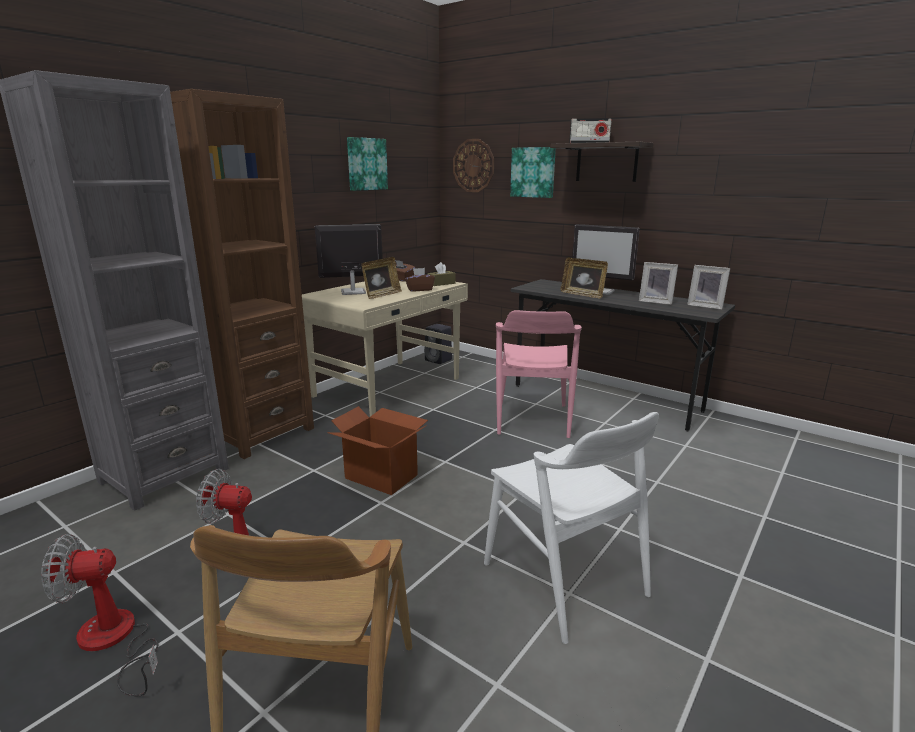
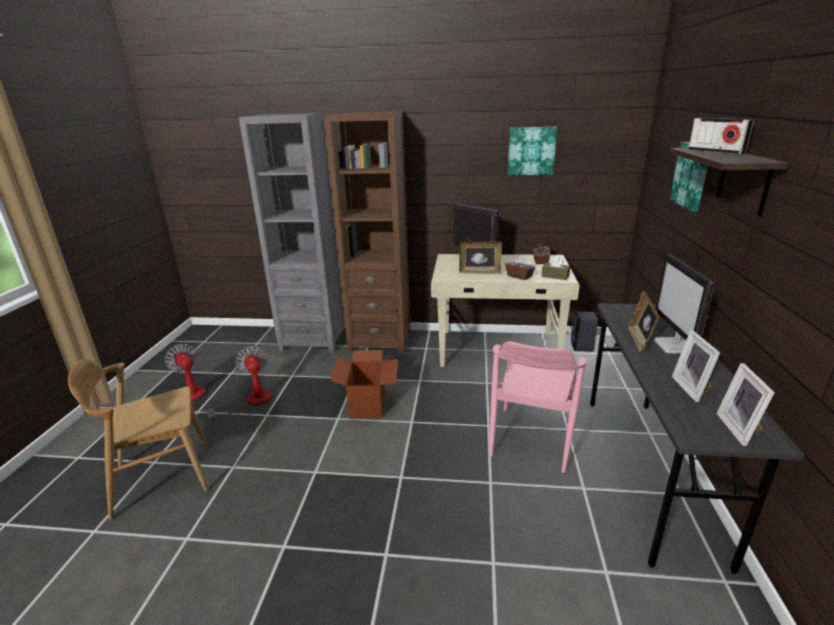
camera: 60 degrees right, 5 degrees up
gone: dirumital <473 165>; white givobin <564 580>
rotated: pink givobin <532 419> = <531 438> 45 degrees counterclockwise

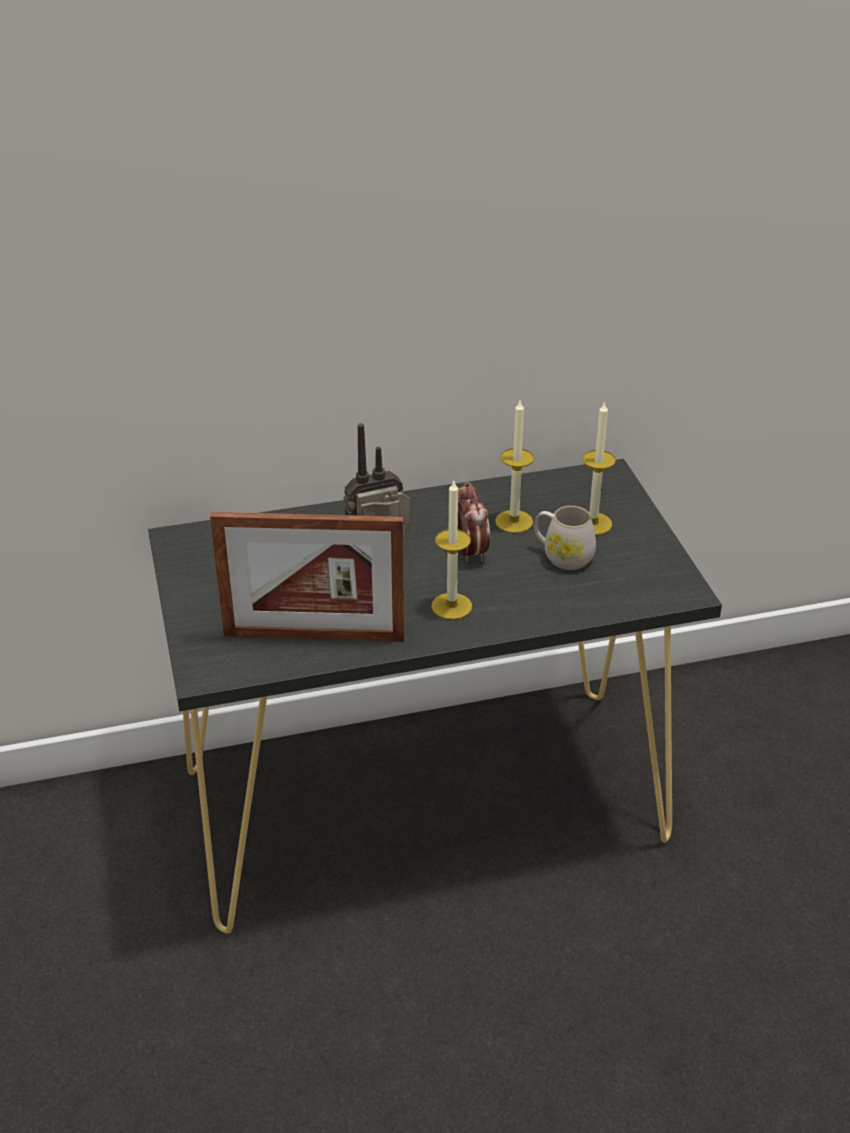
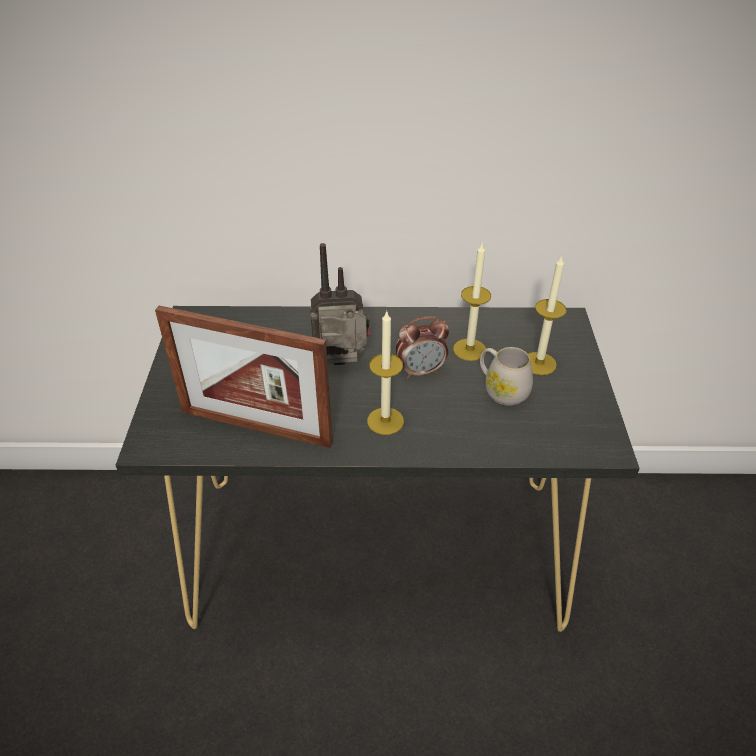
camera: 15 degrees right, 5 degrees up
rotated: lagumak <470 552> = <421 371> 75 degrees clockwise

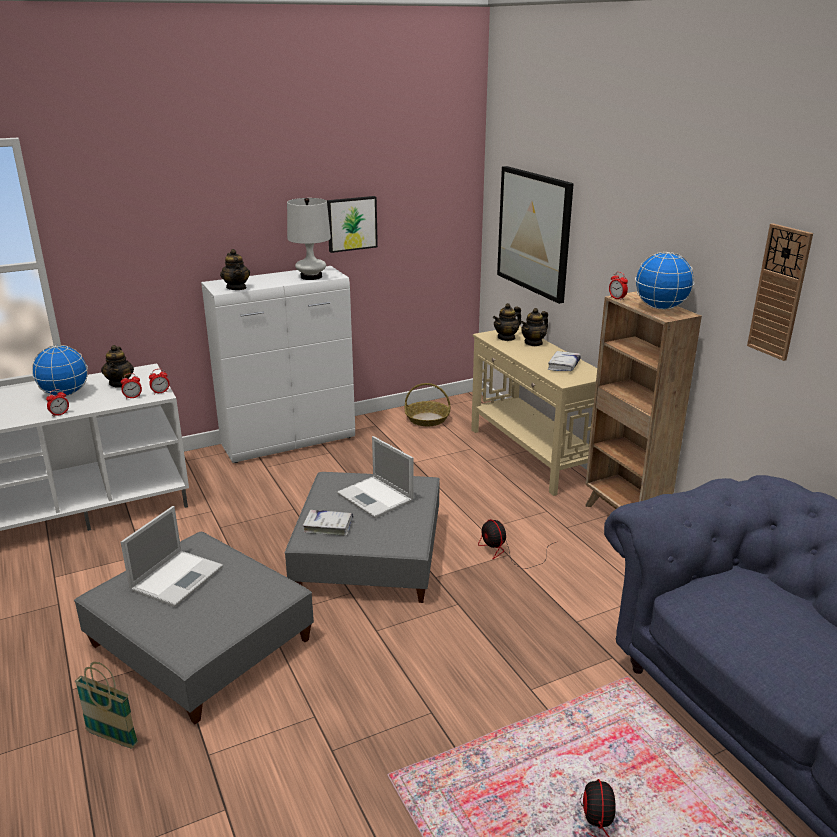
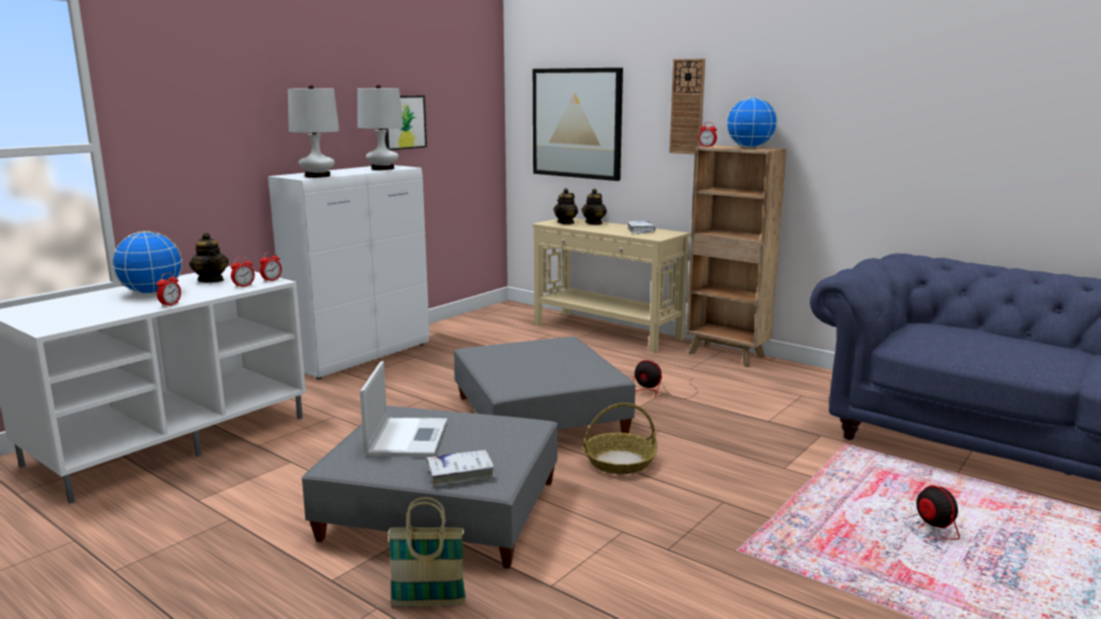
camera: 25 degrees left, 10 degrees down
gone: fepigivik <376 497>
shifted: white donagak <328 526> to <461 473>; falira <427 419> to <620 461>; dirumital <779 292> to <687 107>
swapped: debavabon <236 288> to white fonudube <317 176>

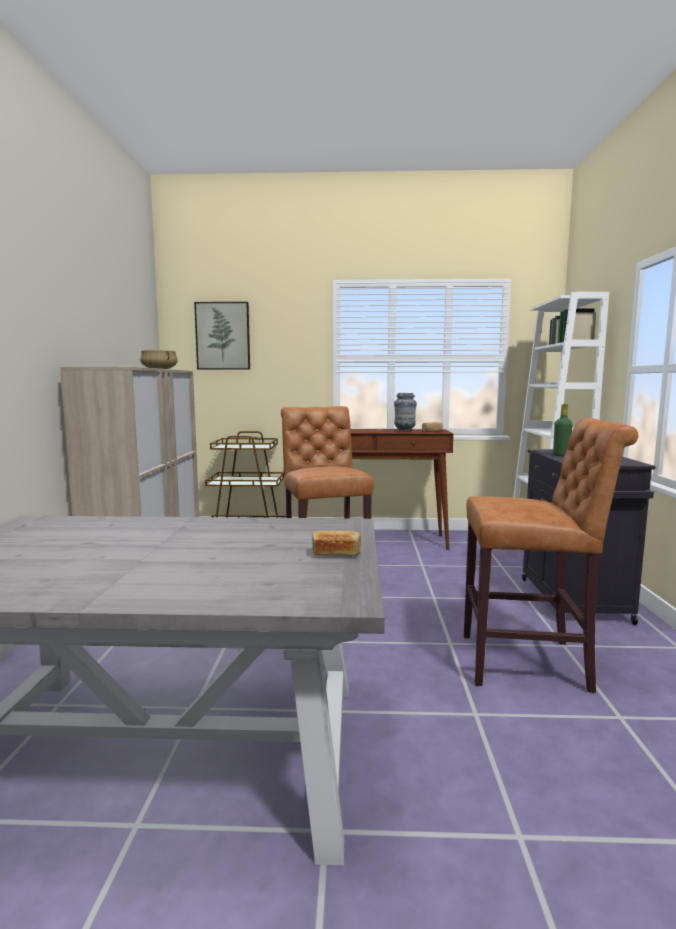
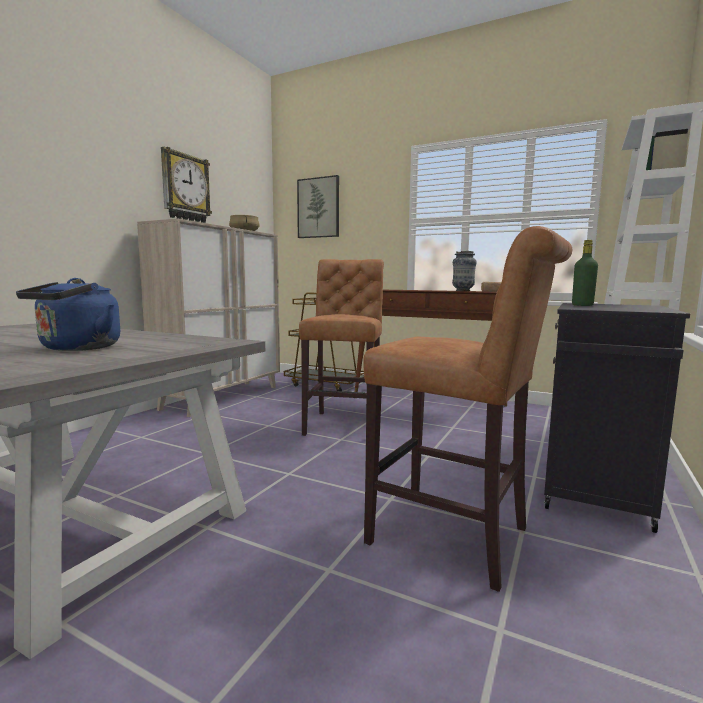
camera: 25 degrees right, 0 degrees up
gone: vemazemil <336 553>
new: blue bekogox <77 348>; dirumital <185 187>

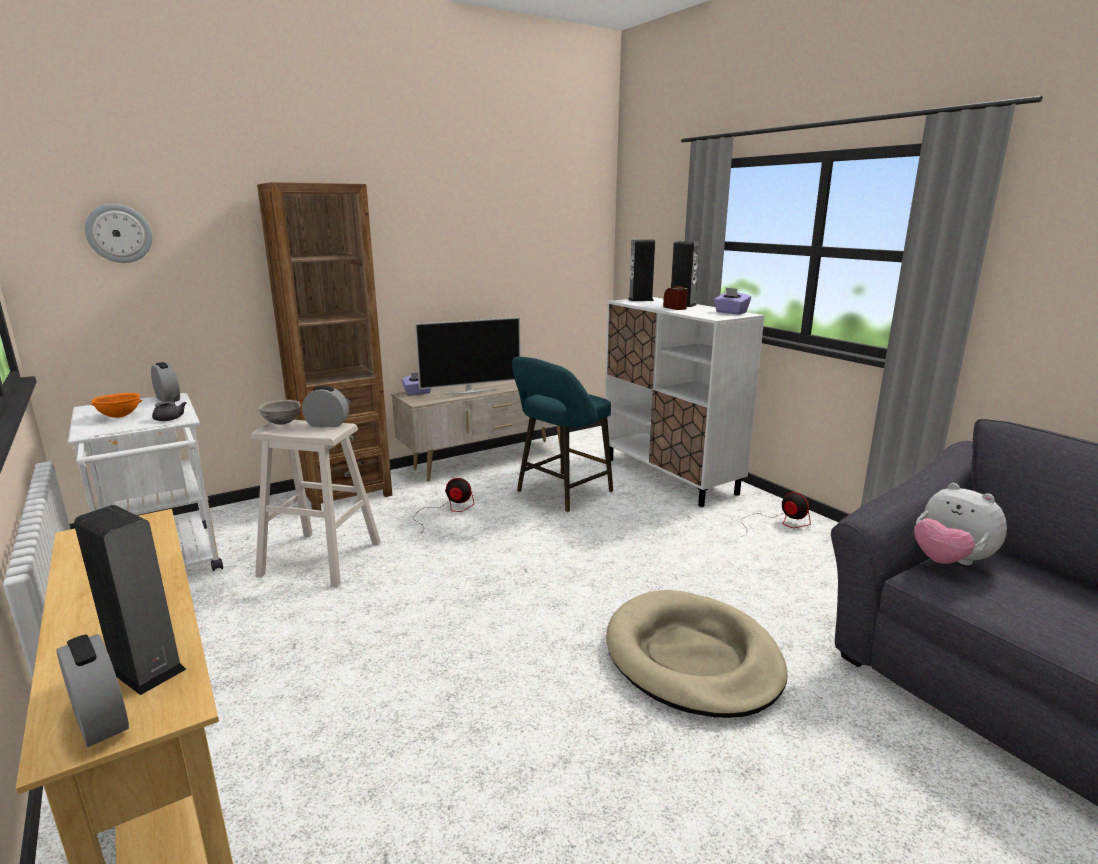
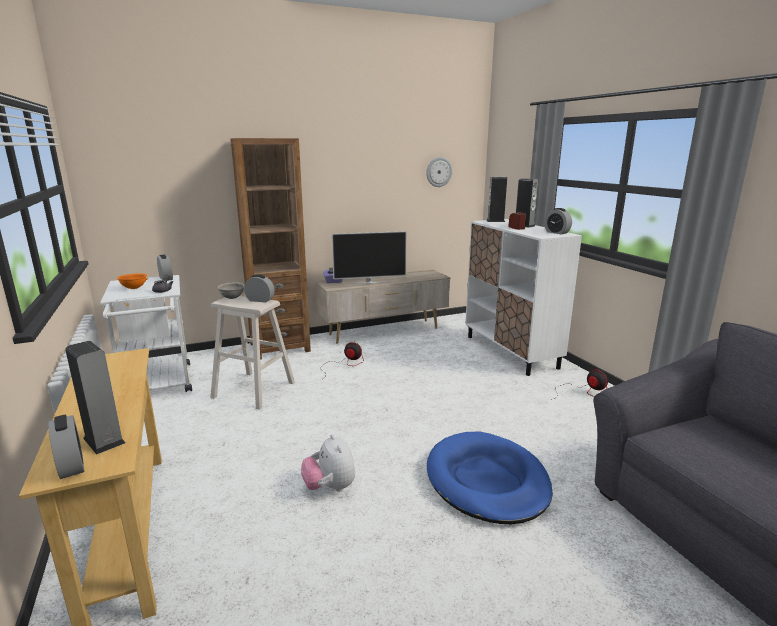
camera: 10 degrees right, 0 degrees up
gone: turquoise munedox <561 493>
shifted: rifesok <949 562> to <330 487>; dirumital <119 233> to <438 172>
swapped: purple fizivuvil <730 312> to lagumak <556 232>
repainted: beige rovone <692 658> to blue rovone <487 481>

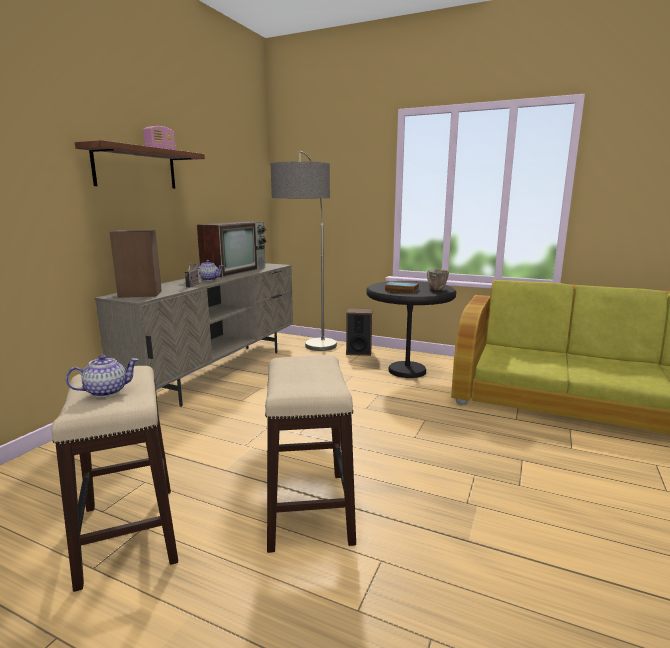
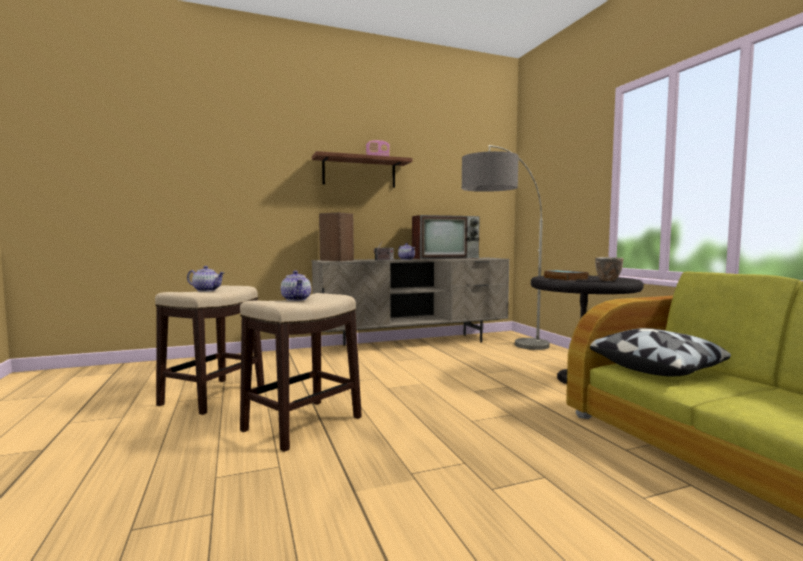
camera: 45 degrees right, 10 degrees down
gone: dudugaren <358 352>
new: debavabon <296 299>; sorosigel <657 369>

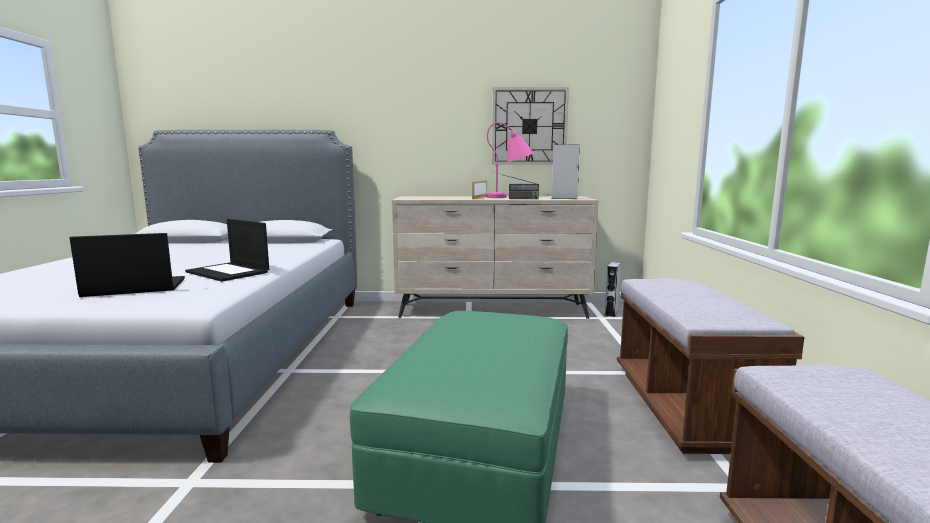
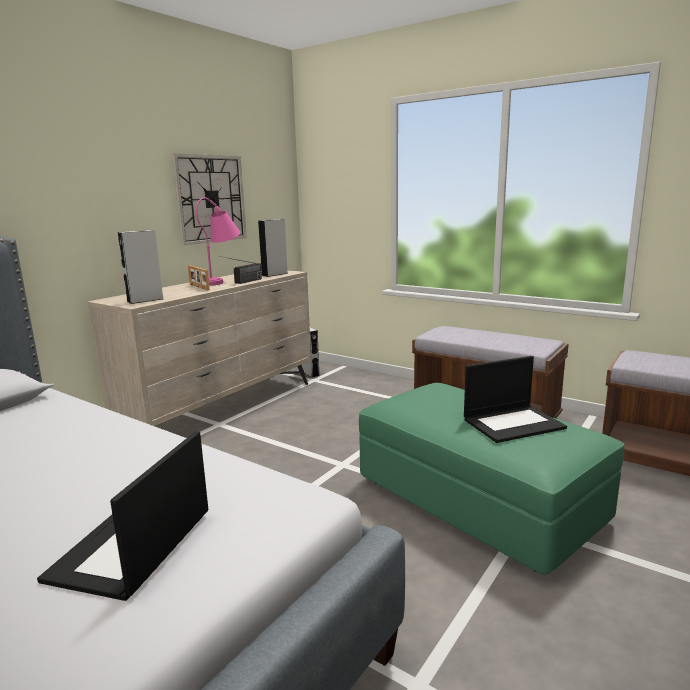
camera: 55 degrees left, 5 degrees up
new: grey dudugaren <145 300>
shifted: fepigivik <229 272> to <513 423>

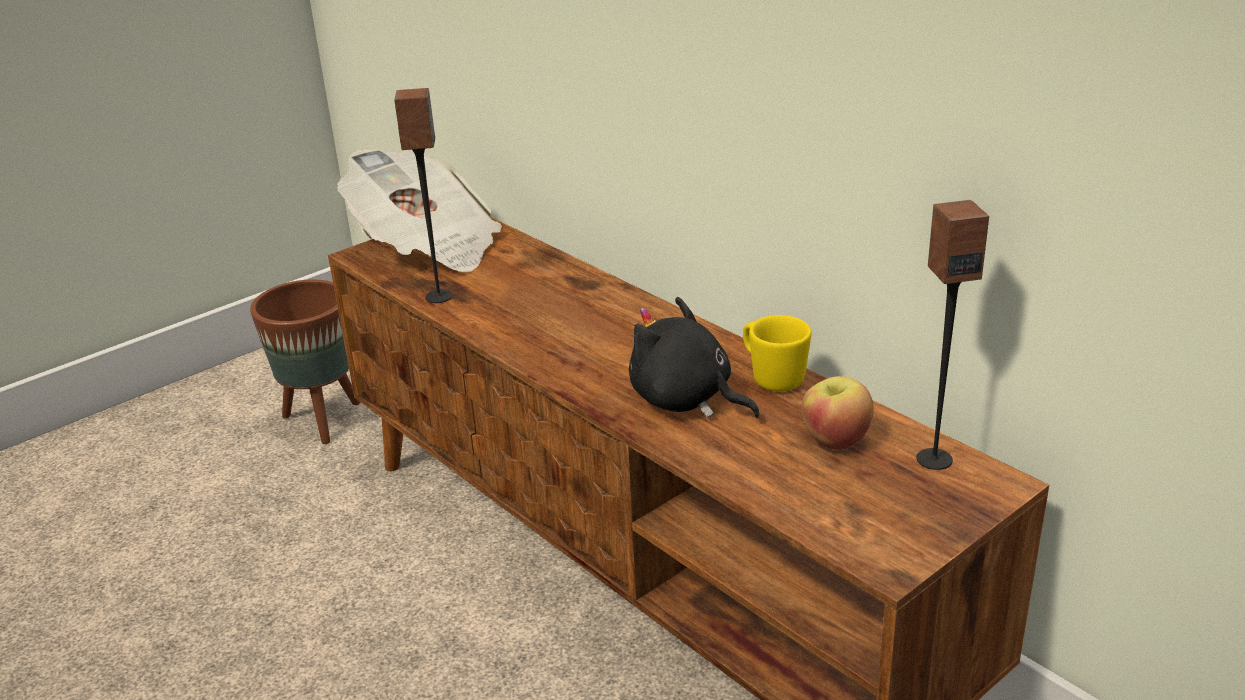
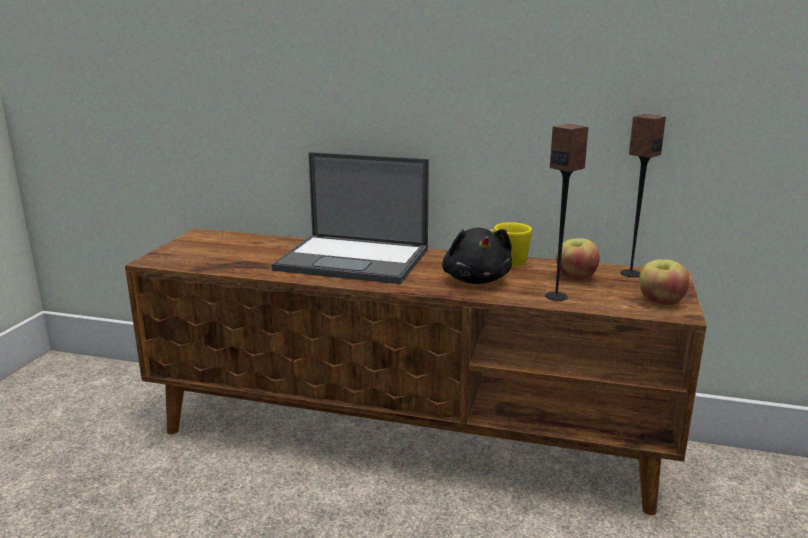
camera: 35 degrees left, 10 degrees down
gone: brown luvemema <323 420>; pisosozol <427 247>
new: fepigivik <355 259>; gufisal <660 302>
shifted: dudugaren <439 296> to <556 296>
rotated: black rifesok <685 400> = <476 279> 105 degrees counterclockwise

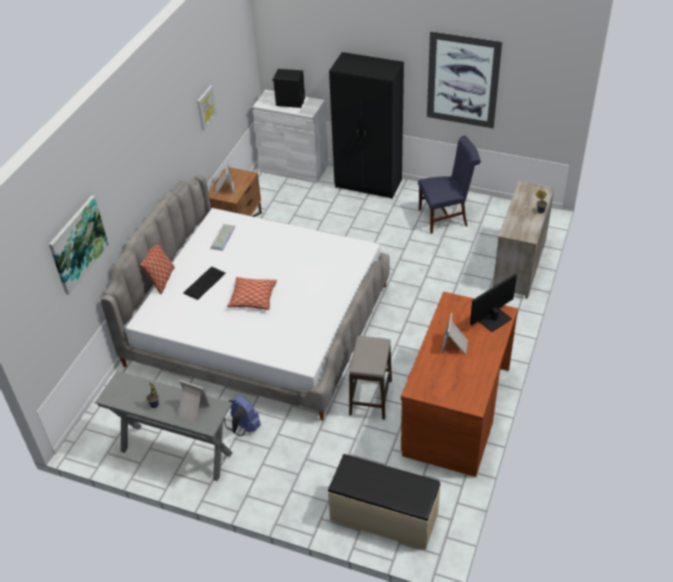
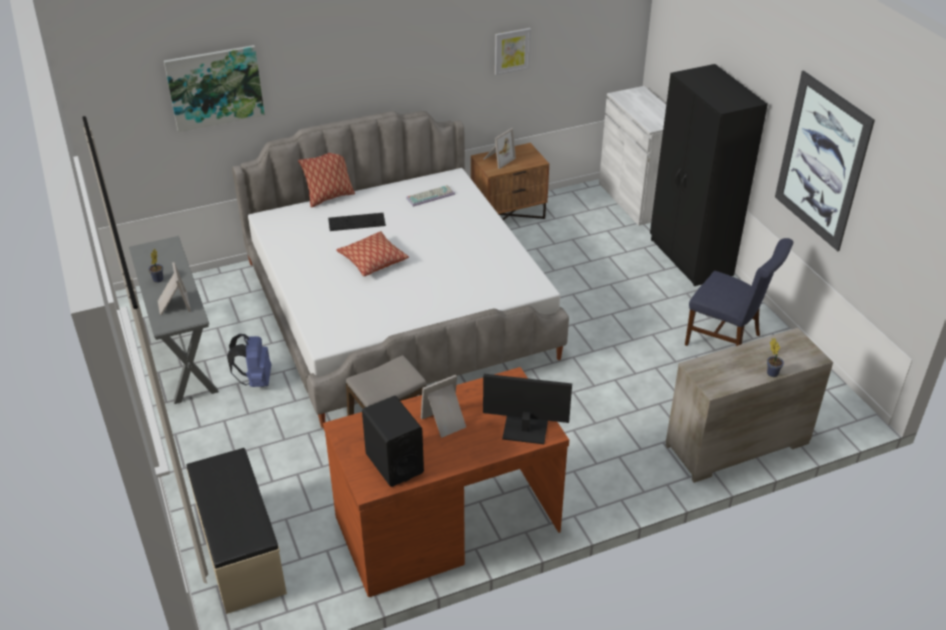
camera: 45 degrees right, 5 degrees down
shifted: black dudugaren <290 102> to <394 463>

